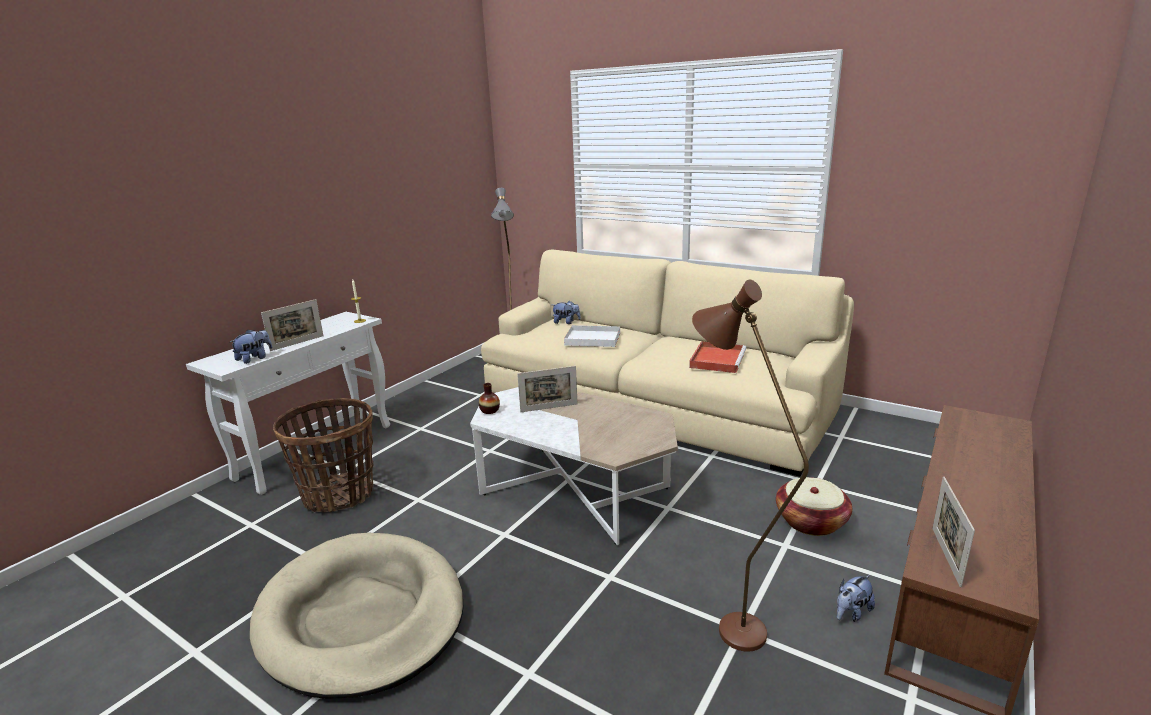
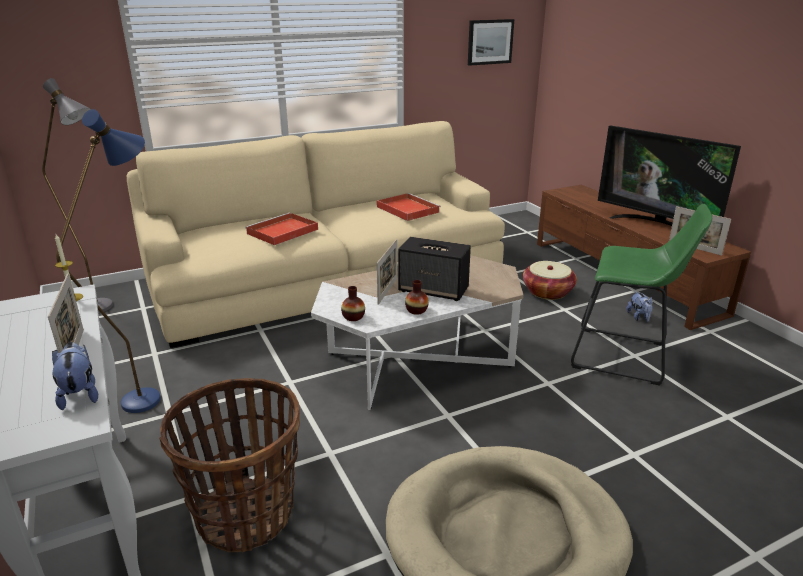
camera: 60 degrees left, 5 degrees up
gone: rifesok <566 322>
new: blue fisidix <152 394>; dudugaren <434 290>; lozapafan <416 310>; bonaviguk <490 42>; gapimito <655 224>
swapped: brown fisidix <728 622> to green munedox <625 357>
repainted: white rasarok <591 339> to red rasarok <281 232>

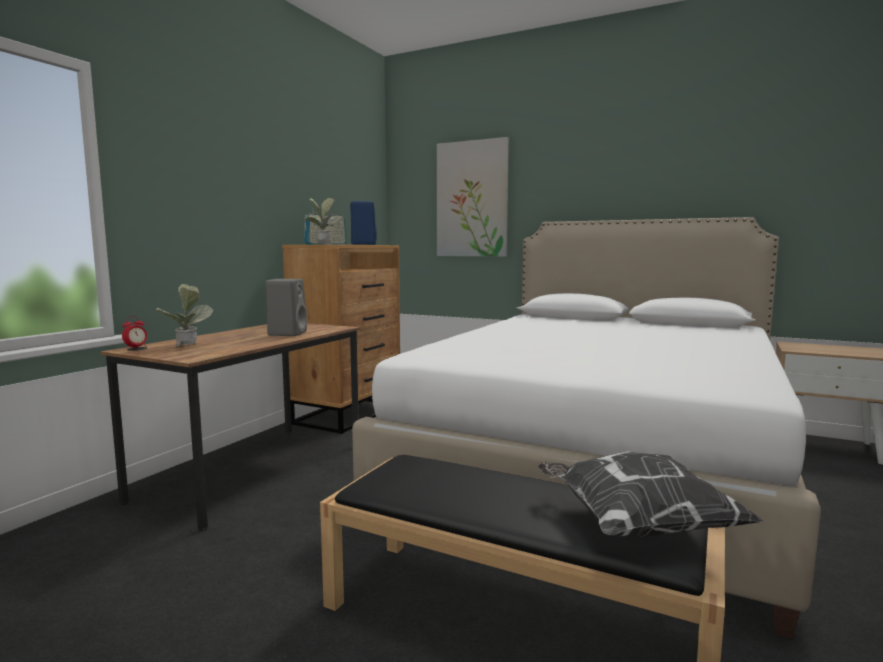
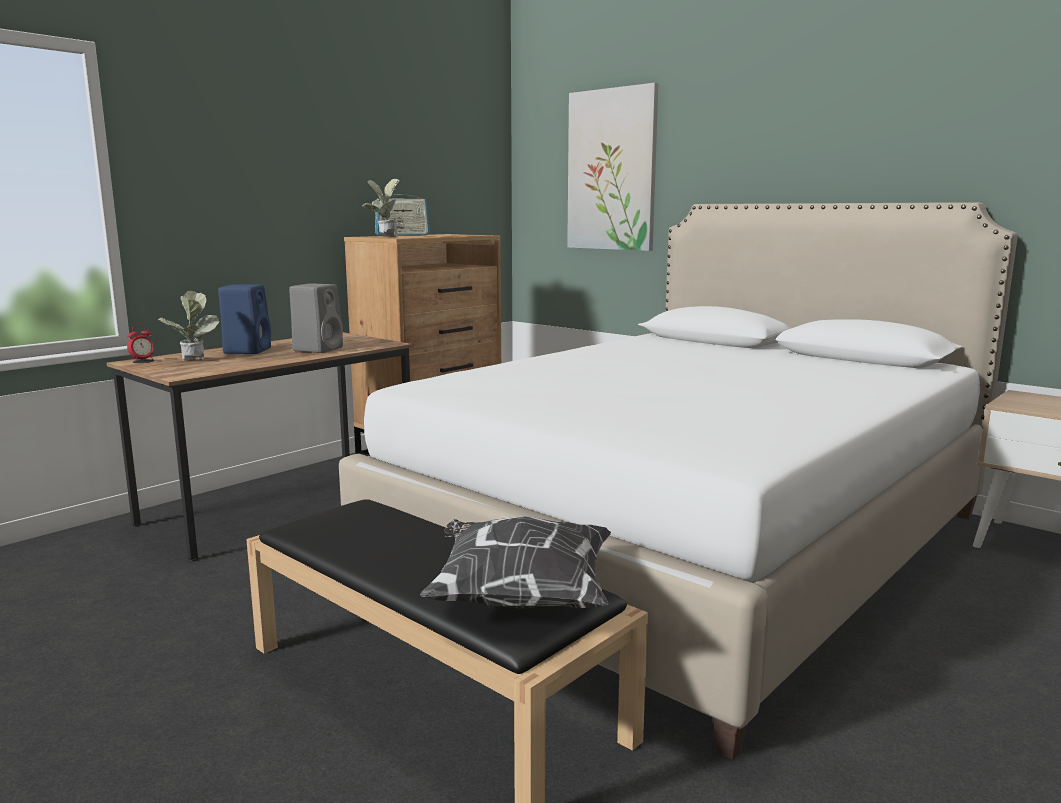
camera: 15 degrees right, 5 degrees up
shifted: blue dudugaren <362 244> to <247 350>

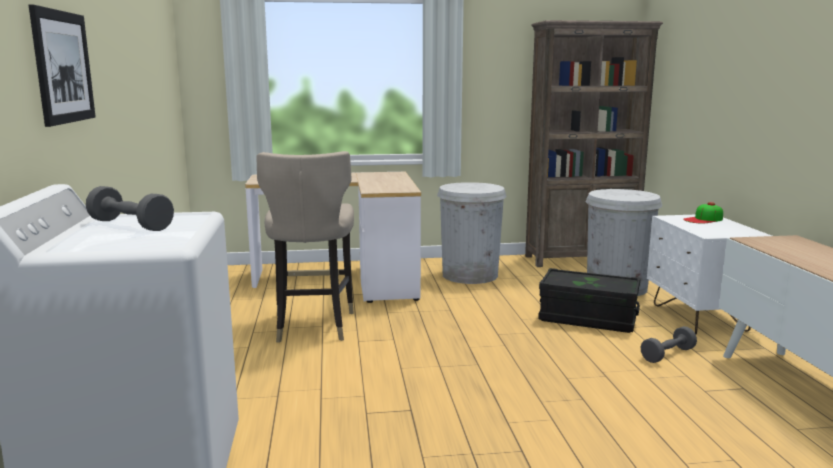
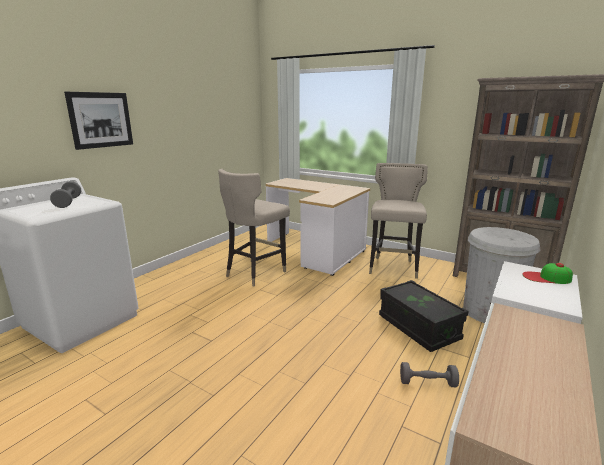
camera: 40 degrees right, 5 degrees up
swapped: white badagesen <470 275> to beige munedox <393 268>

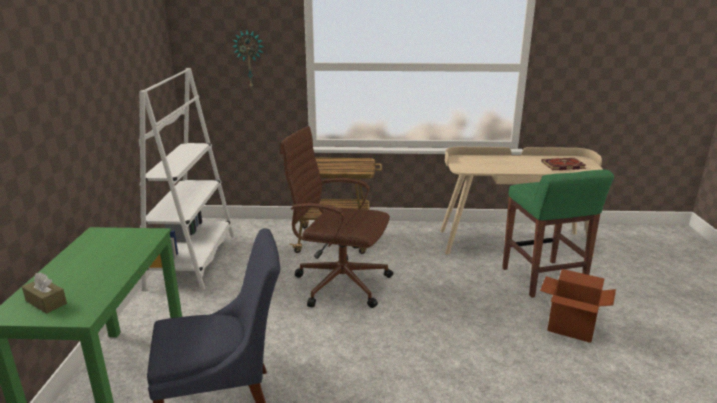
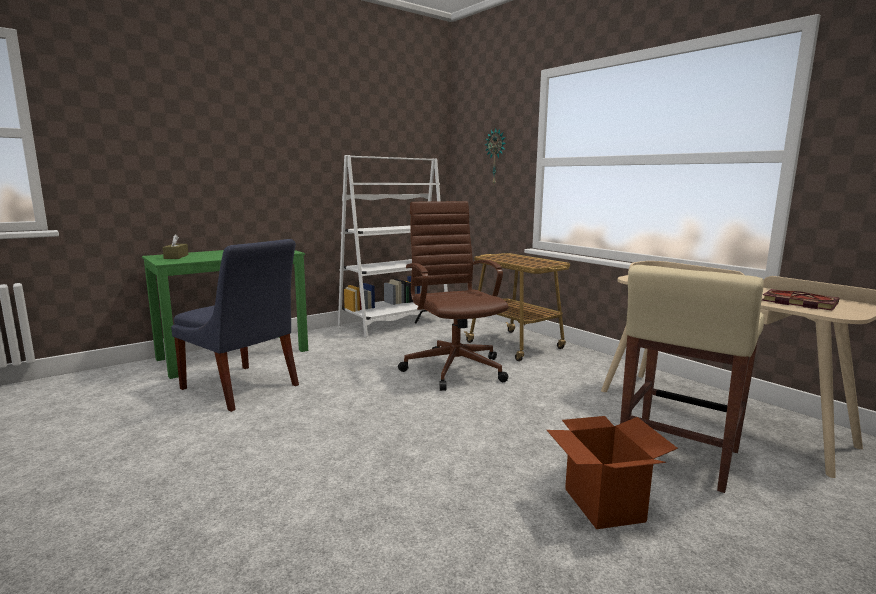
camera: 50 degrees right, 10 degrees down
repainted: green munedox <543 279> to beige munedox <677 456>

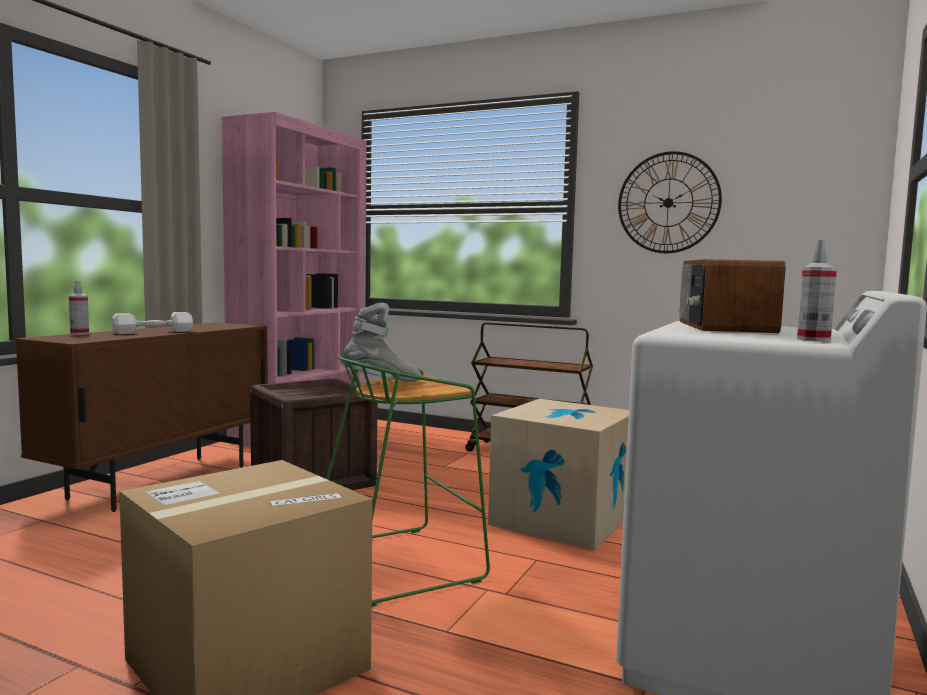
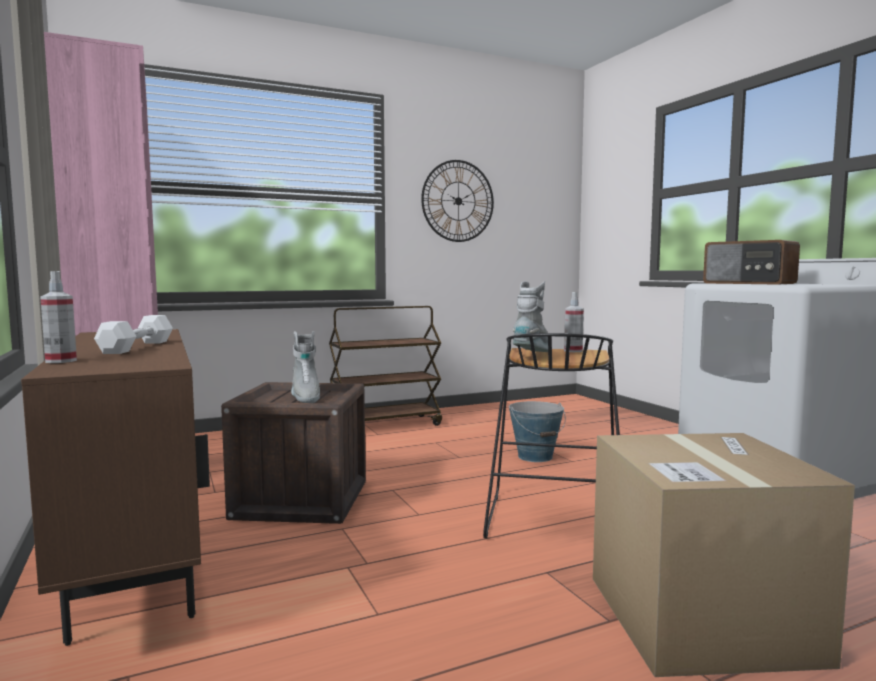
camera: 50 degrees left, 0 degrees up
new: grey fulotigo <305 397>
shifted: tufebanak <813 339> to <573 351>
swapped: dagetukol <562 519> to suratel <535 456>
repainted: green munedox <399 562> to black munedox <553 519>

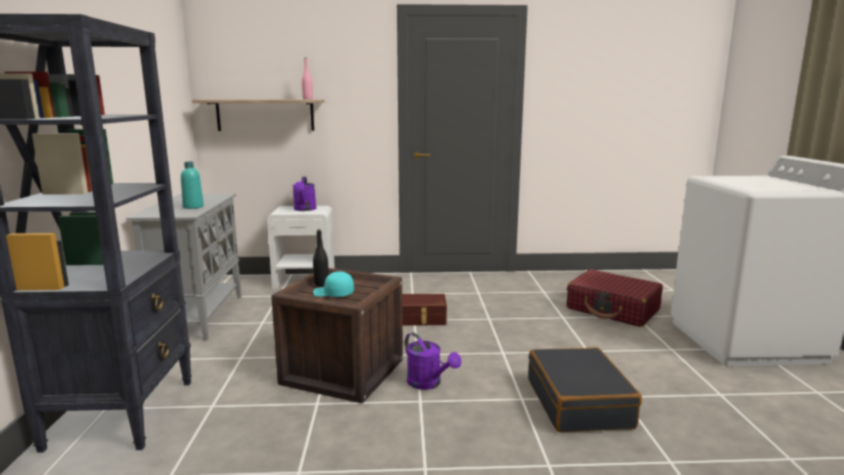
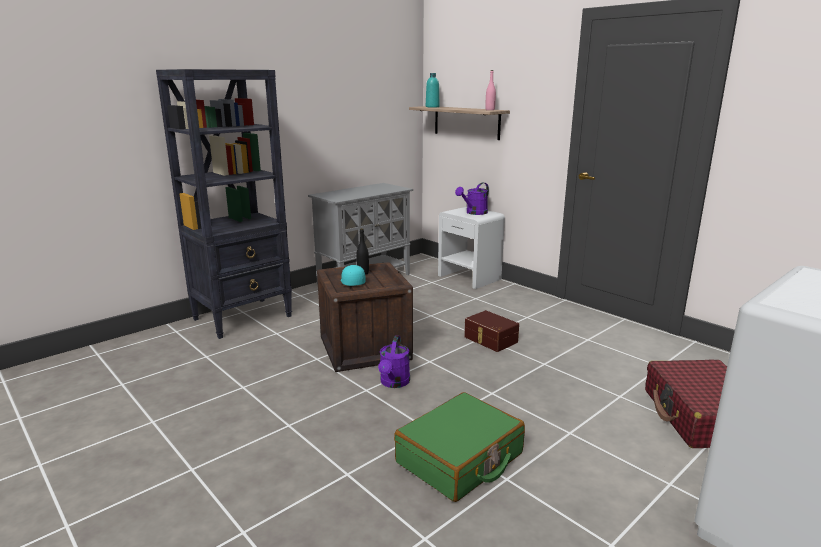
camera: 50 degrees right, 5 degrees up
shifted: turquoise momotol <193 207> to <432 107>
repainted: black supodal <579 403> to green supodal <460 459>

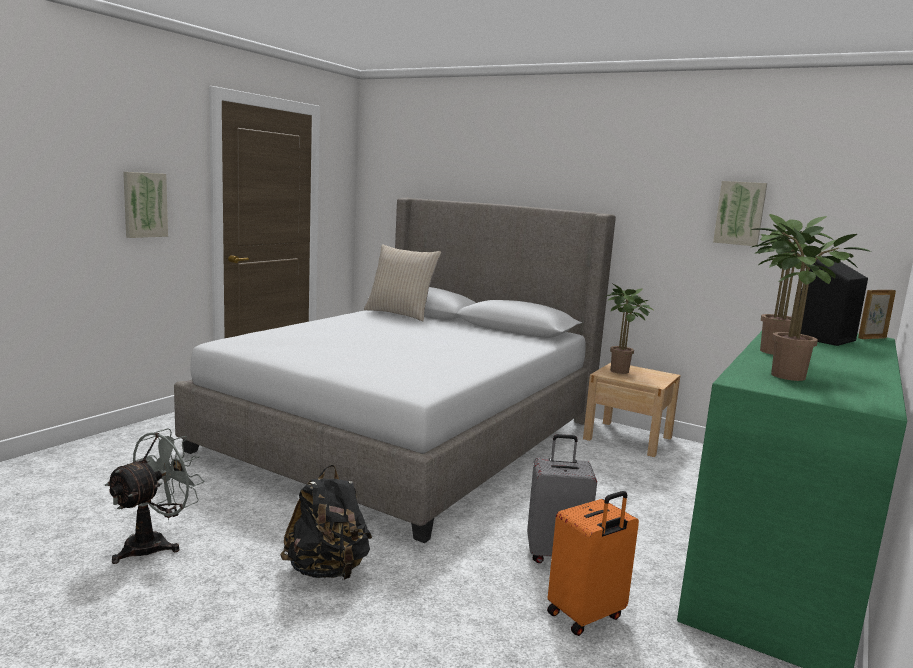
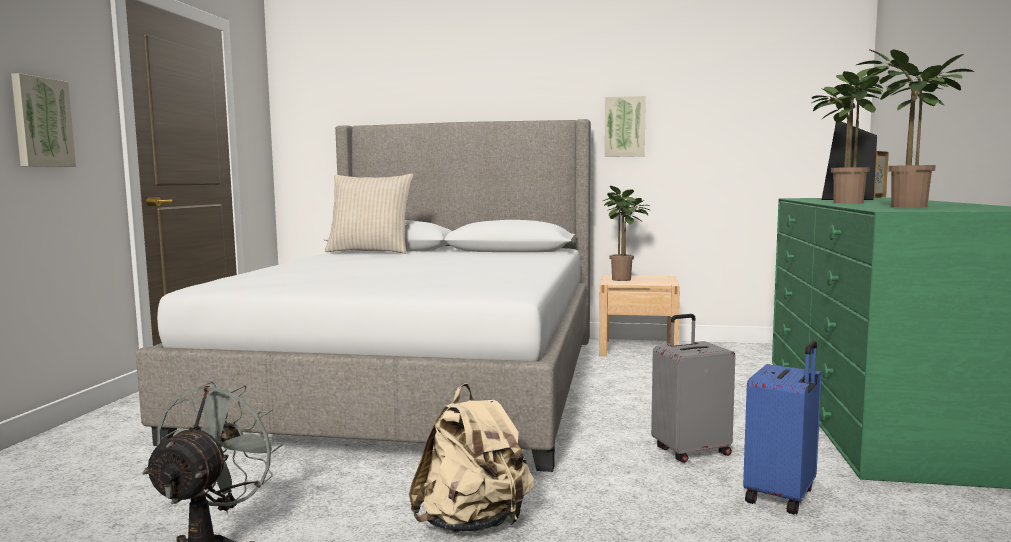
camera: 20 degrees left, 5 degrees down
shifted: bonaviguk <740 213> to <625 127>
repainted: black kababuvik <327 570> to beige kababuvik <473 524>; orange supodal <586 616> to blue supodal <782 496>

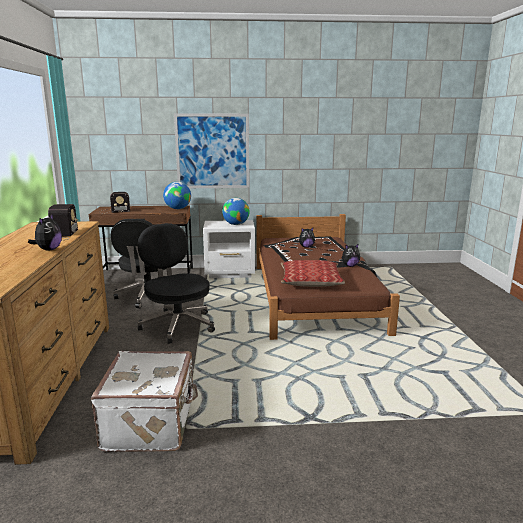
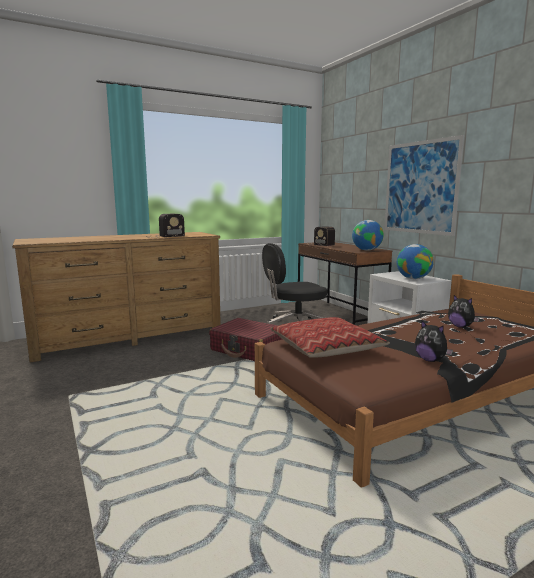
camera: 65 degrees right, 5 degrees down
gone: rifesok <48 250>; white supodal <152 423>
swapped: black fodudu <177 325> to red supodal <248 349>

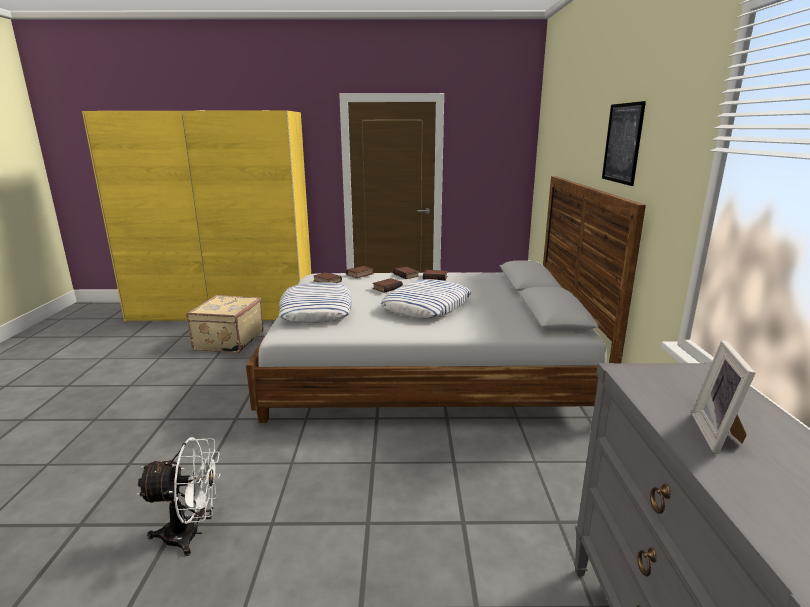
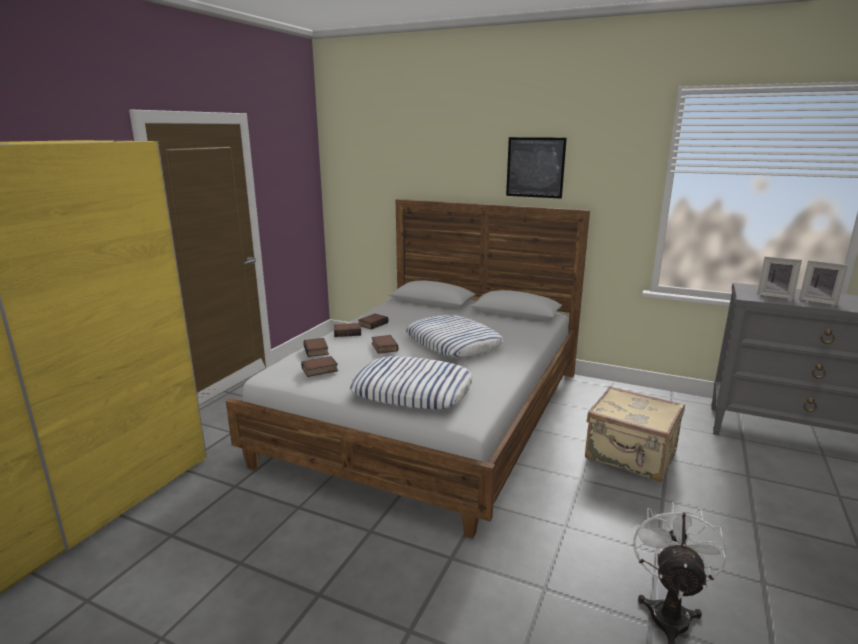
camera: 65 degrees left, 0 degrees up
new: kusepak <774 295>
shifted: beige supodal <228 341> to <630 456>

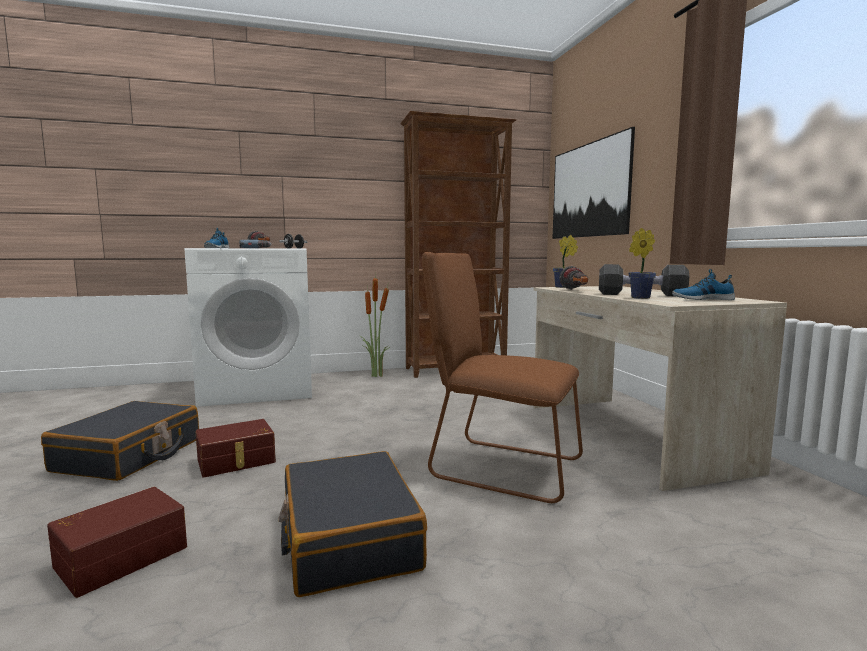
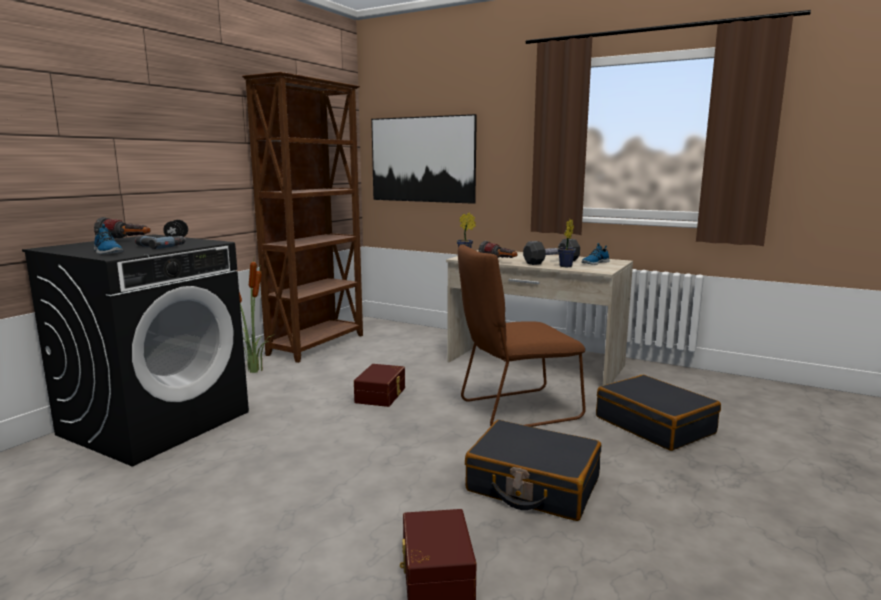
camera: 45 degrees left, 5 degrees up
shifted: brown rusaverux <236 461> to <382 395>; black supodal <129 455> to <655 425>
repainted: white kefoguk <260 388> to black kefoguk <156 422>

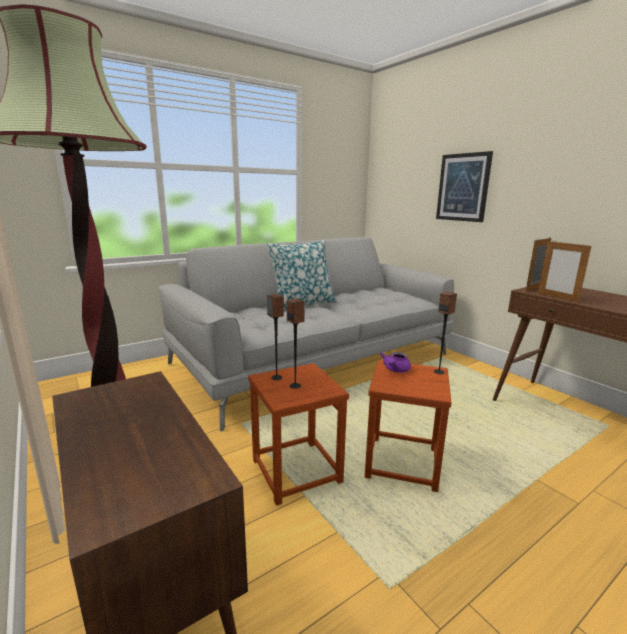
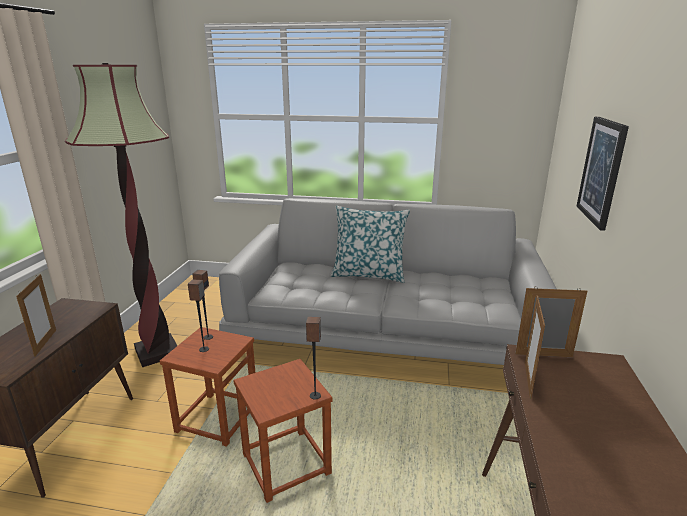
camera: 45 degrees right, 5 degrees up
gone: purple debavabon <395 370>
new: kusepak <45 342>

